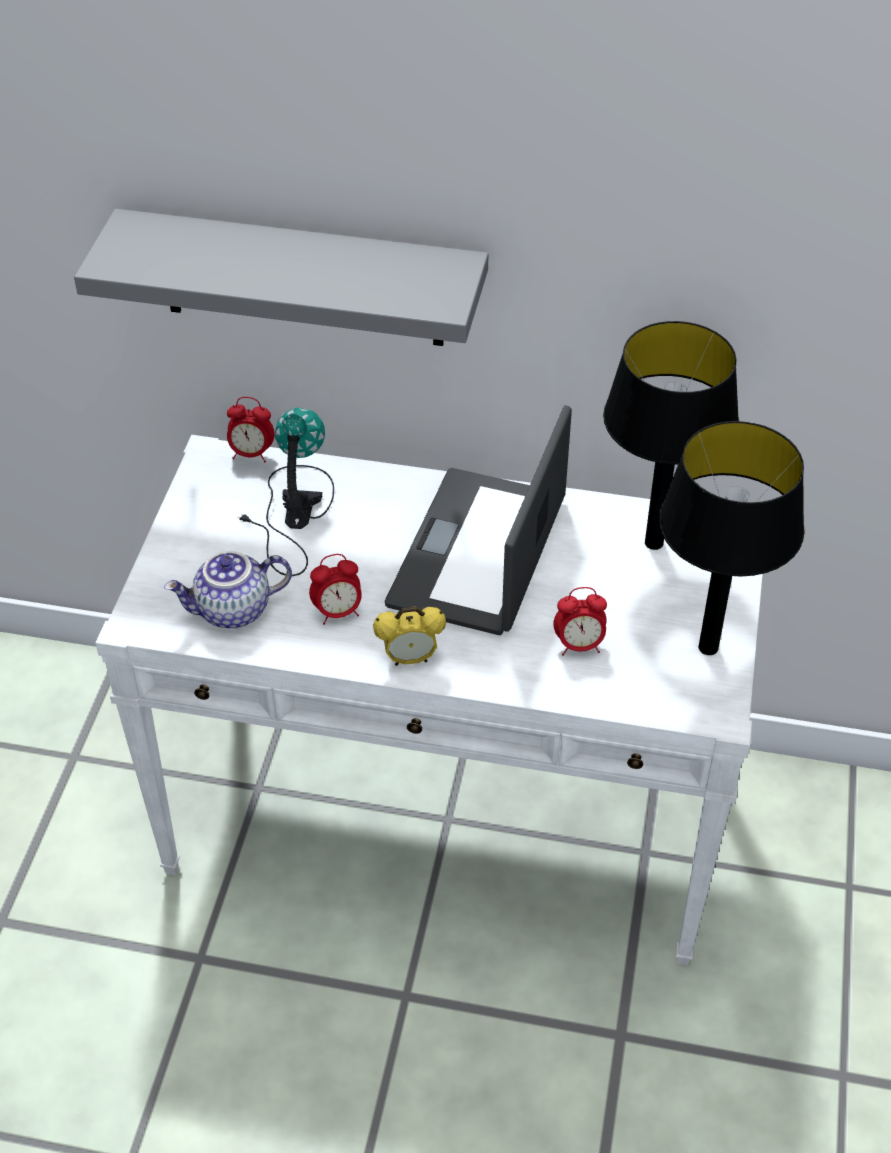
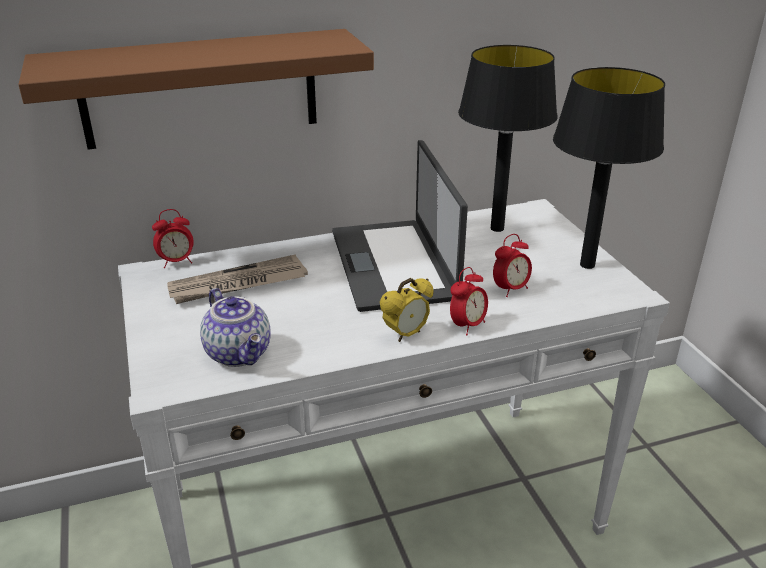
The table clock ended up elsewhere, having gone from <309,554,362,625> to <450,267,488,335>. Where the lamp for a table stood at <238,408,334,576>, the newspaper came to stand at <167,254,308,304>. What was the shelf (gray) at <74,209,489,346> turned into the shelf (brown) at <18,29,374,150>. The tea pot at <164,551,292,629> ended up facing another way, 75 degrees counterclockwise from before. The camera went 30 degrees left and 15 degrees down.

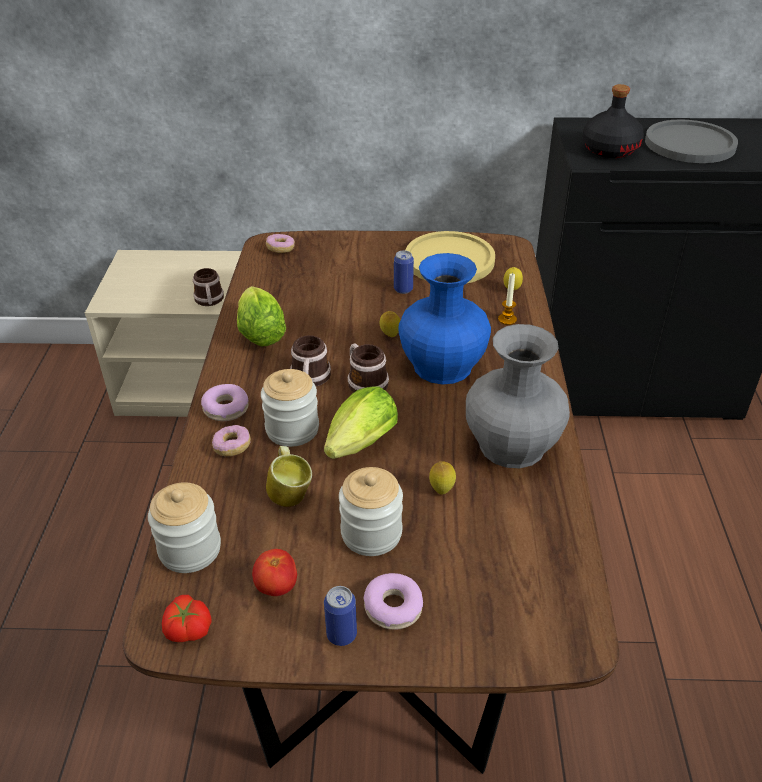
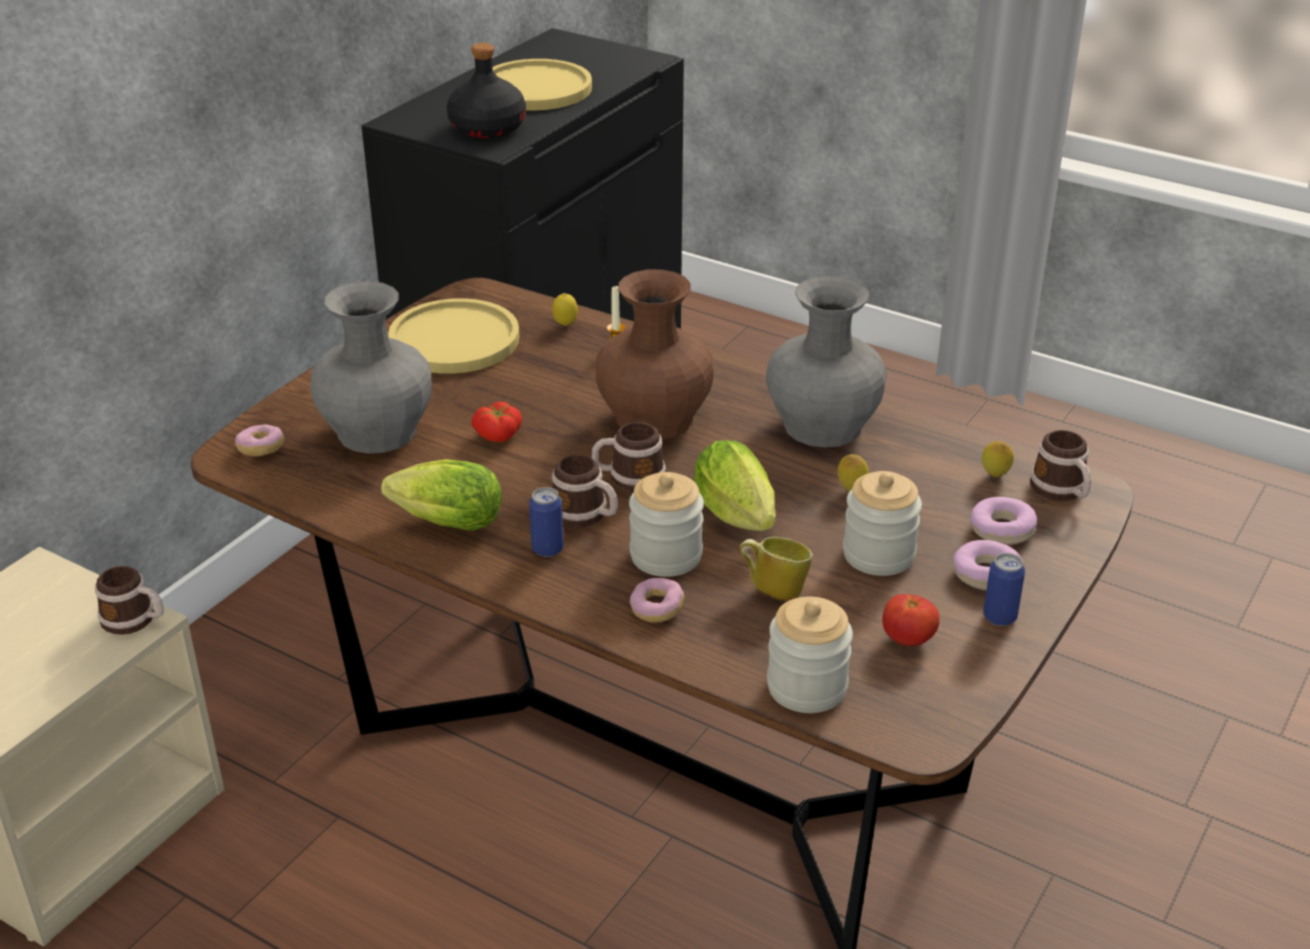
The second view gained the decorative vase (gray) at <310,281,431,454>. The second view gained the tea mug at <1030,430,1091,501>. The tomato ended up elsewhere, having gone from <162,595,212,642> to <471,401,522,442>. The doughnut ended up elsewhere, having gone from <201,384,248,421> to <970,497,1037,545>. The lemon ended up elsewhere, having gone from <380,311,400,337> to <982,441,1014,477>. The metal can ended up elsewhere, having gone from <394,250,414,294> to <529,487,564,557>. What was the decorative vase (blue) at <398,253,491,385> turned into the decorative vase (brown) at <595,269,713,440>. What was the flat dish (gray) at <645,119,738,163> turned into the flat dish (yellowish) at <493,59,592,110>. The camera went 60 degrees left and 5 degrees down.

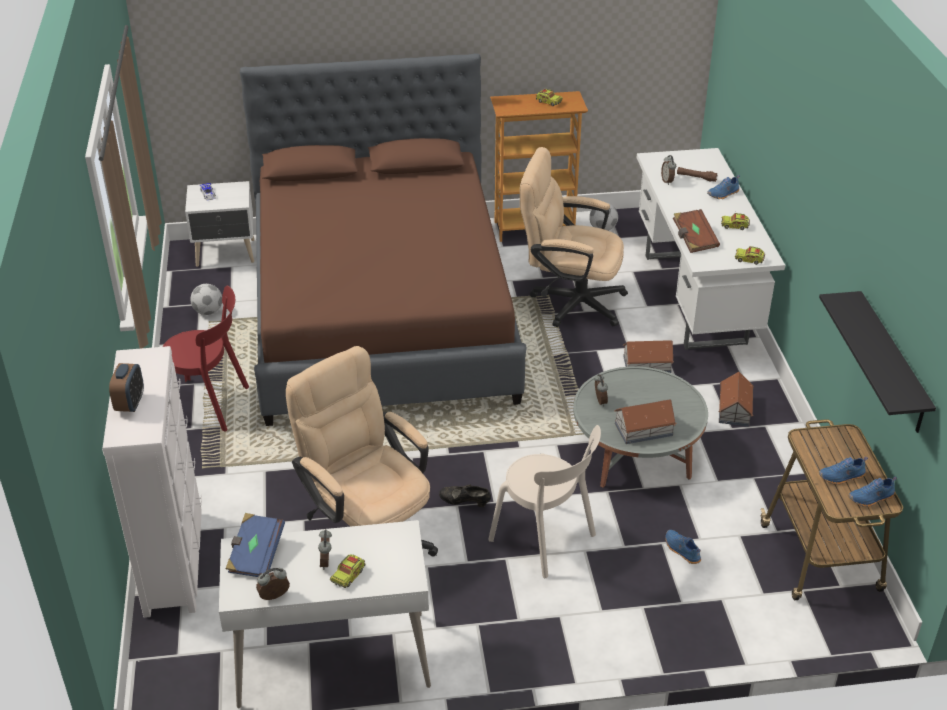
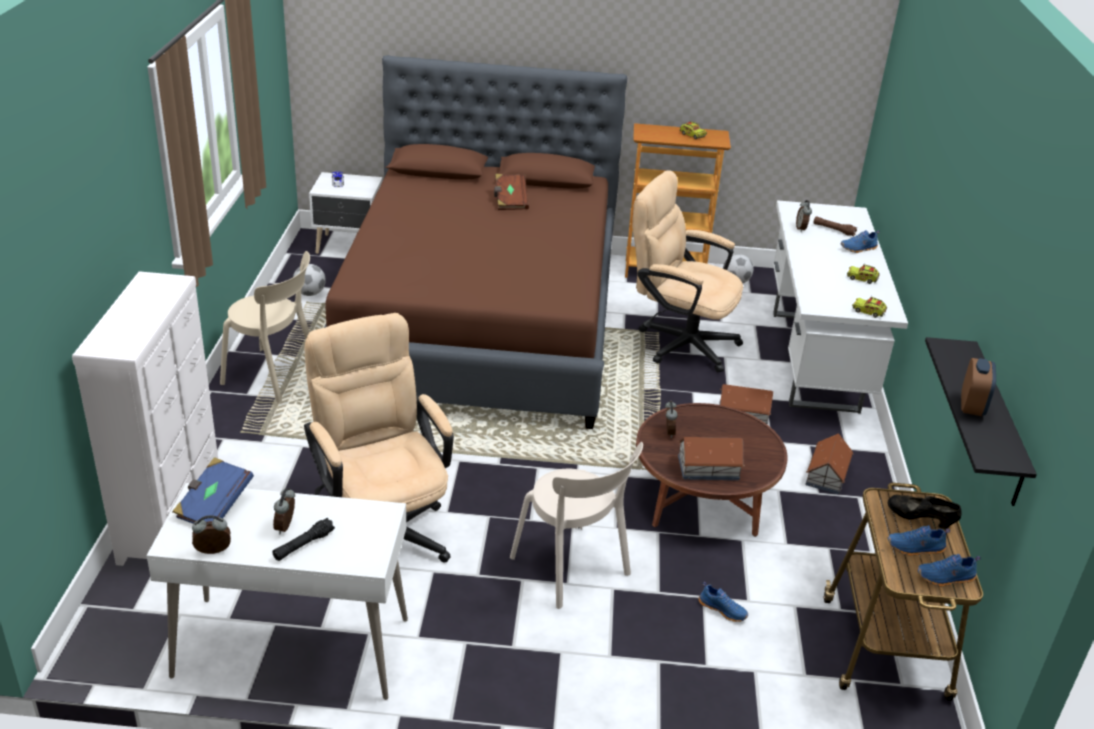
The table clock ended up elsewhere, having gone from <109,363,144,412> to <961,358,996,416>. The shoe (black) ended up elsewhere, having gone from <439,484,491,507> to <888,495,962,529>. The bound book (brown) ended up elsewhere, having gone from <673,209,720,253> to <494,174,529,210>. Where the model truck stood at <330,554,365,588>, the hand torch (black) came to stand at <272,518,335,561>. What was the upright chair (reddish) at <163,286,249,432> turned into the upright chair (beige-coloured) at <220,251,310,403>. What was the lounge table (gray) at <573,366,708,488> turned into the lounge table (brown) at <636,403,788,537>. The shoe (blue) at <666,530,701,564> ended up facing another way, 150 degrees clockwise from before. The camera went 10 degrees right and 5 degrees down.

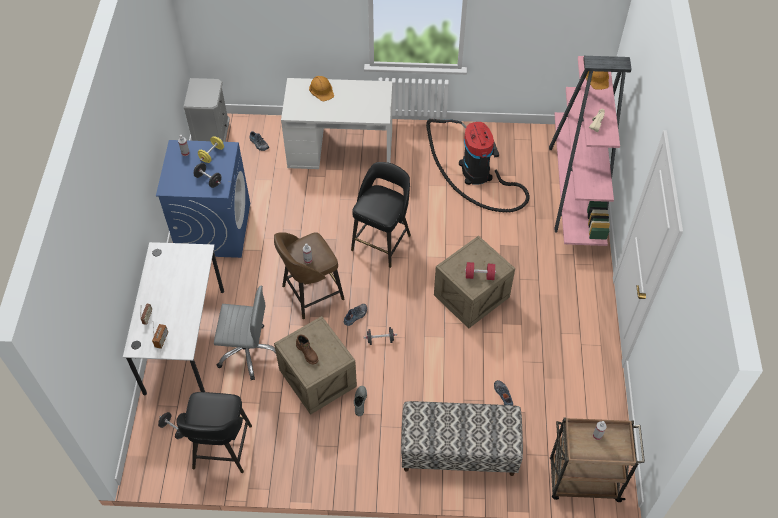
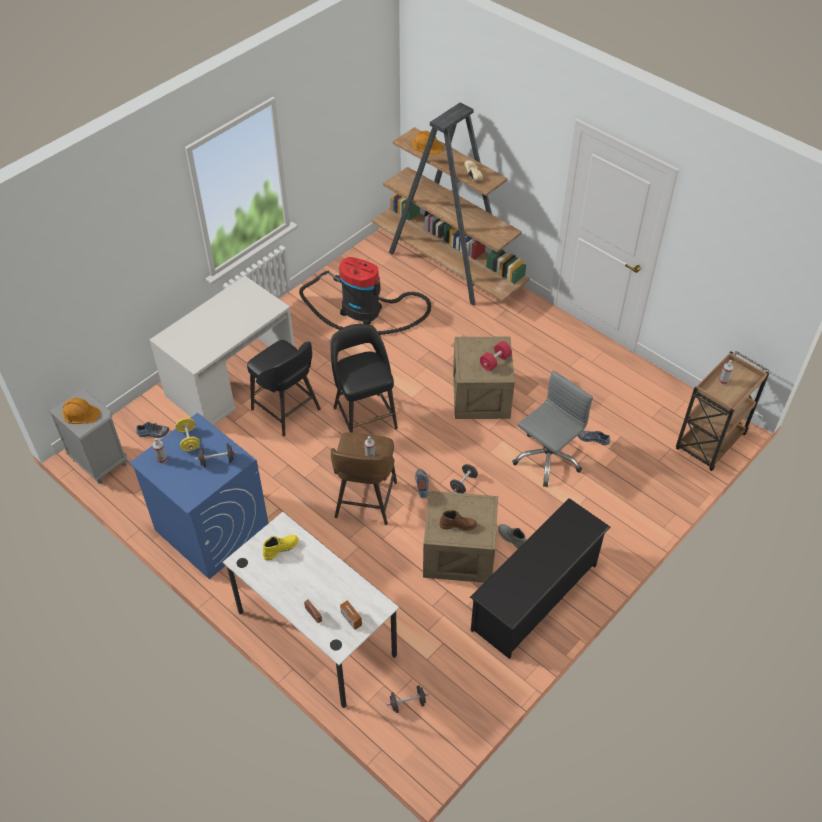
The second view lost the bench at <401,401,523,476>. The second view gained the boot (yellowish) at <263,535,299,561>. The second view gained the shoe shelf (black) at <470,498,610,659>. The stool seat (black) ended up elsewhere, having gone from <176,392,252,473> to <247,340,321,436>. The office chair (gray) ended up elsewhere, having gone from <214,285,276,380> to <512,370,593,487>. The work helmet (orangey) ended up elsewhere, having gone from <309,76,334,101> to <62,398,101,424>. What was the bookshelf (pink-coloured) at <549,56,632,246> turned into the bookshelf (brown) at <372,102,530,306>. The camera went 50 degrees left and 5 degrees down.

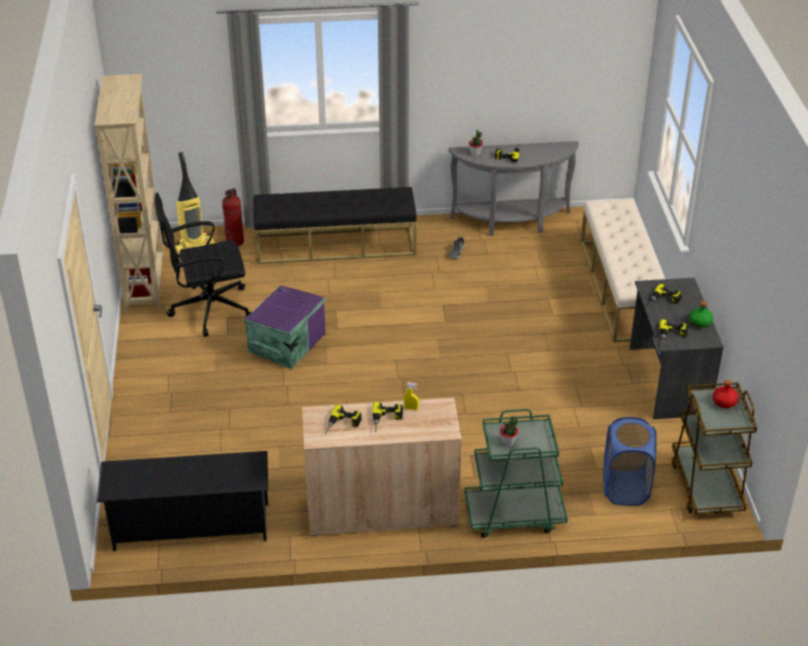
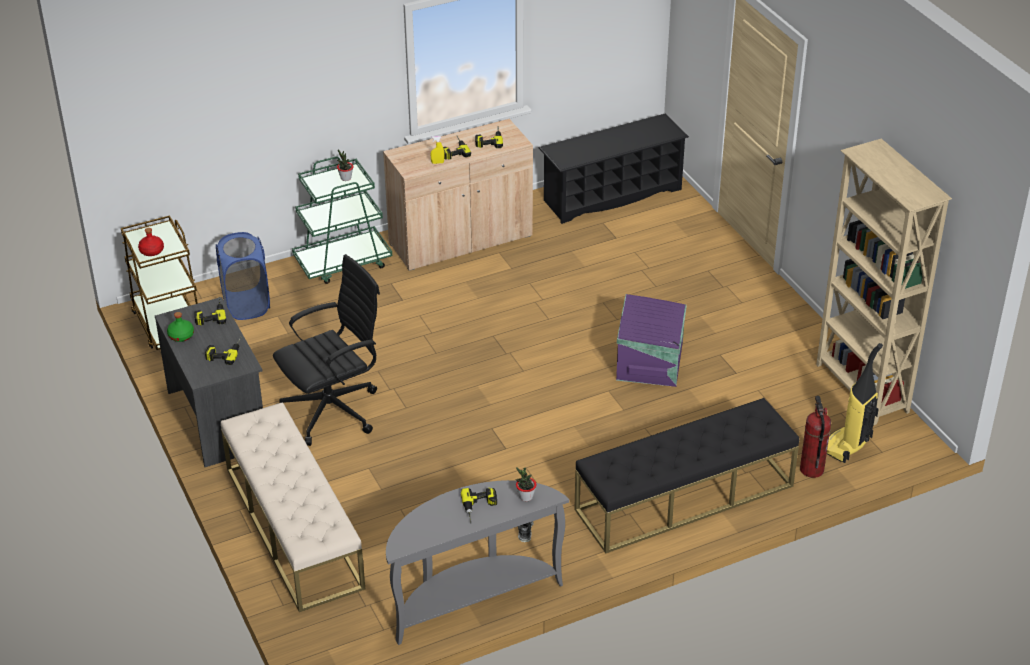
The office chair (black) ended up elsewhere, having gone from <155,193,251,337> to <273,254,380,446>. The camera went 160 degrees right and 0 degrees up.

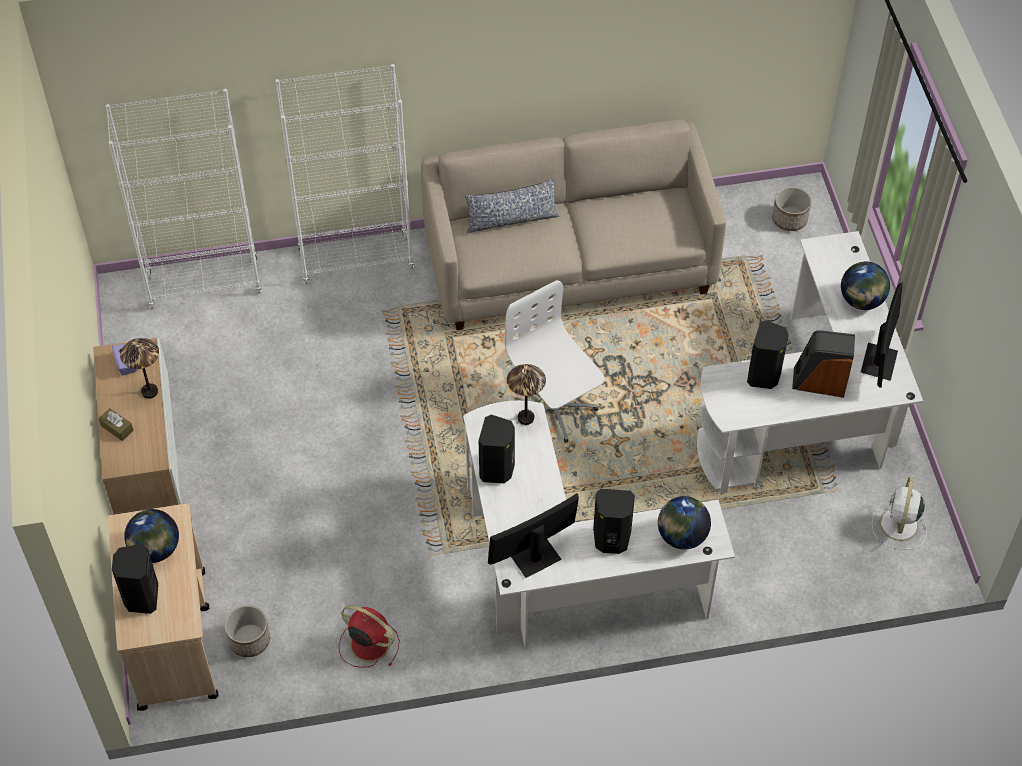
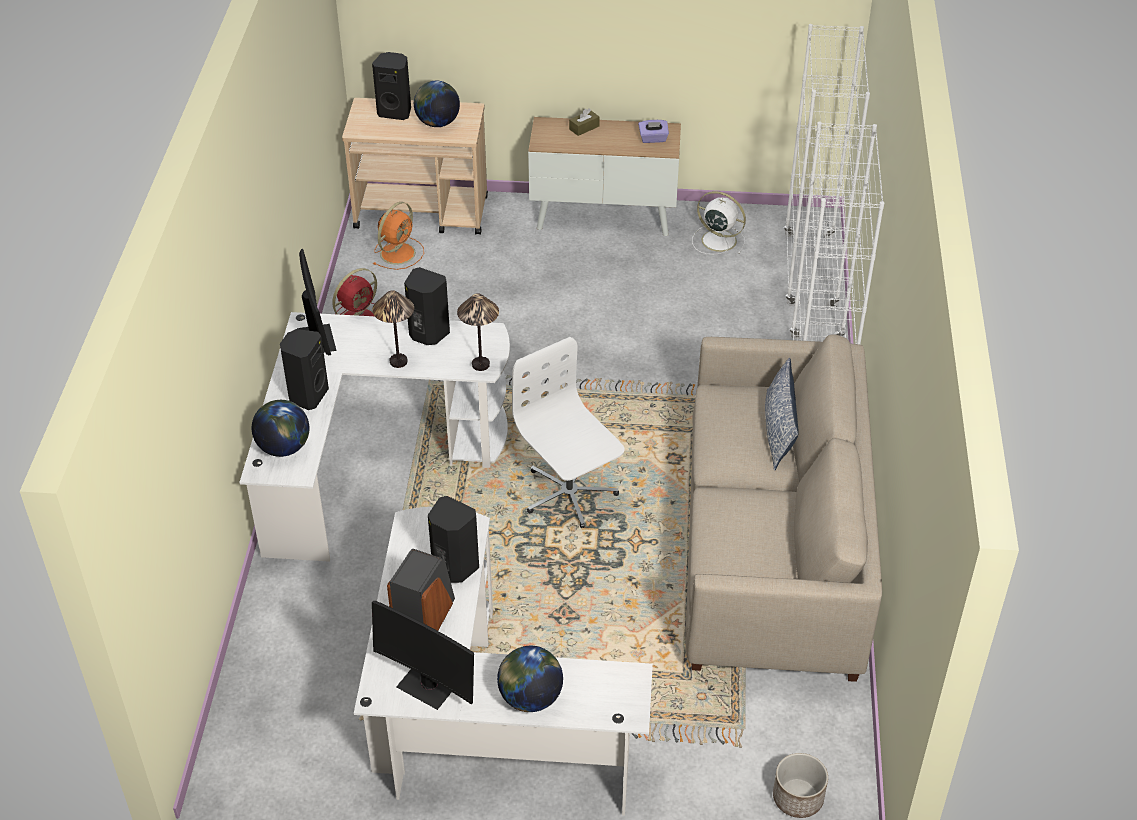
The lamp for a table ended up elsewhere, having gone from <120,338,159,399> to <372,290,414,368>. The electric fan (whitish) ended up elsewhere, having gone from <872,477,927,550> to <692,191,746,255>. Where the plant pot stood at <224,605,270,657>, the electric fan (orangey) came to stand at <373,202,424,270>. The office chair (whitish) at <505,280,605,443> ended up facing another way, 105 degrees counterclockwise from before. The camera went 105 degrees right and 10 degrees down.

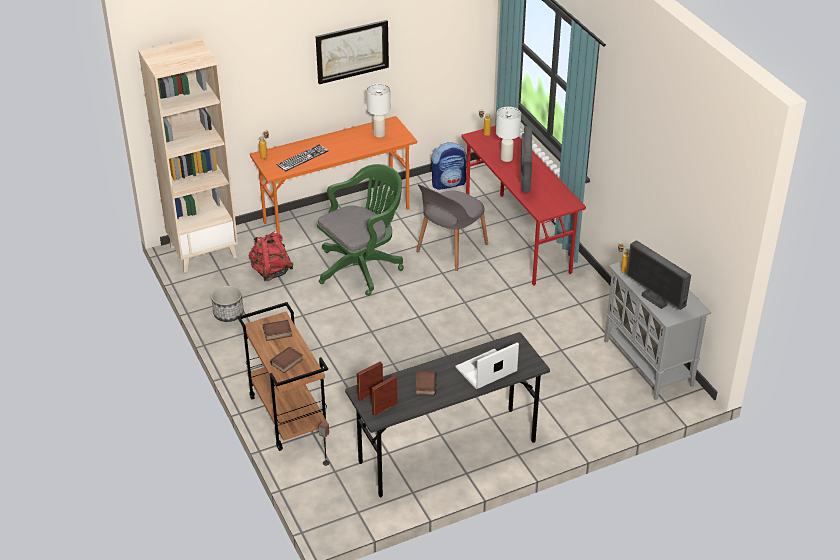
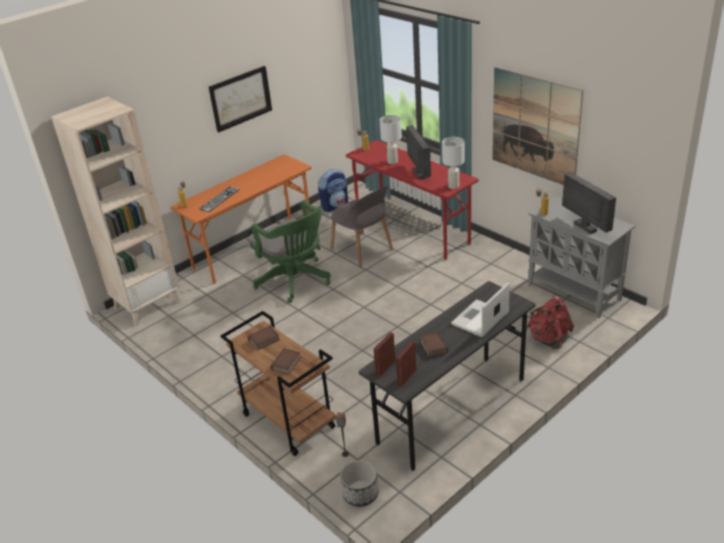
The second view gained the wall art at <492,67,583,185>. The plant pot ended up elsewhere, having gone from <211,285,244,322> to <340,460,378,507>. The knapsack (reddish) ended up elsewhere, having gone from <249,231,294,281> to <526,296,574,350>. The lamp for a table (whitish) ended up elsewhere, having gone from <366,83,391,137> to <442,137,465,189>. The office chair (green) at <317,164,404,296> ended up facing another way, 105 degrees clockwise from before. The upright chair (gray) at <416,184,488,271> ended up facing another way, 60 degrees counterclockwise from before. The monitor at <627,240,691,310> ended up facing another way, 150 degrees counterclockwise from before. The camera went 15 degrees left and 5 degrees down.

